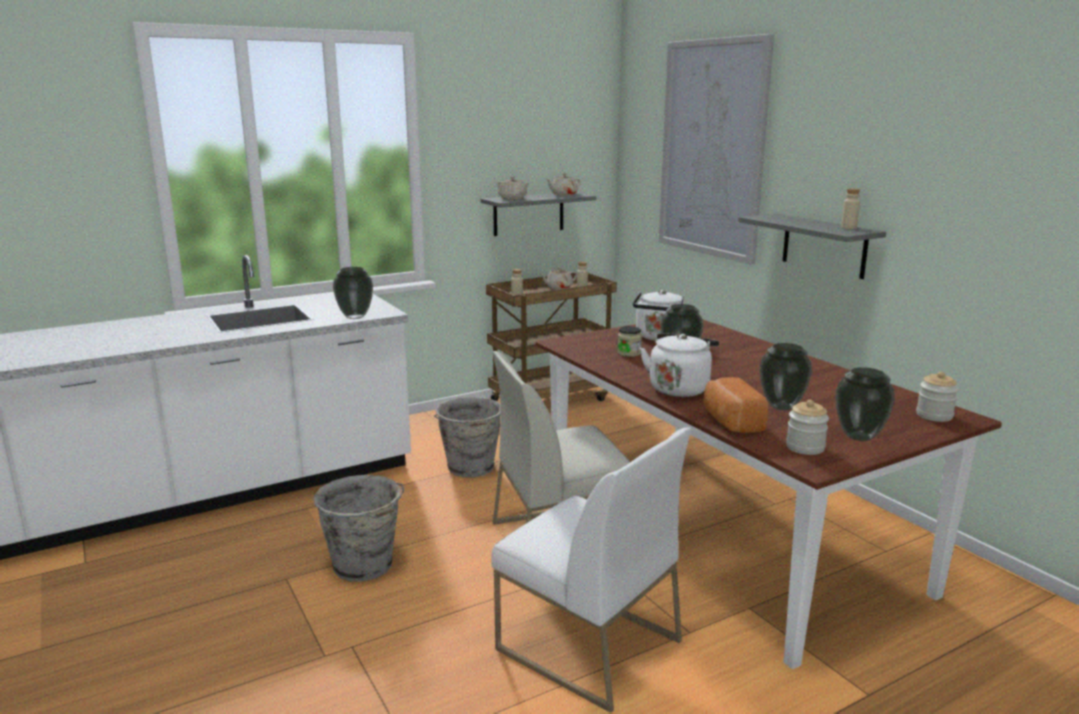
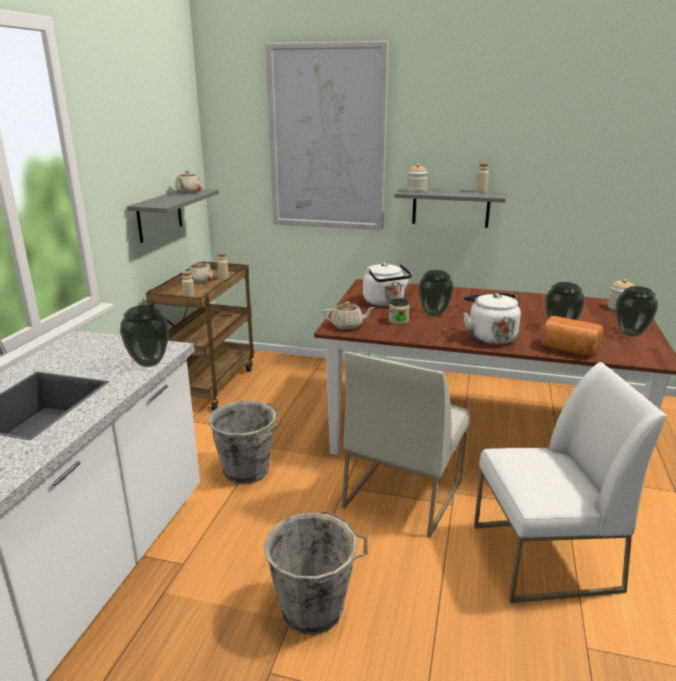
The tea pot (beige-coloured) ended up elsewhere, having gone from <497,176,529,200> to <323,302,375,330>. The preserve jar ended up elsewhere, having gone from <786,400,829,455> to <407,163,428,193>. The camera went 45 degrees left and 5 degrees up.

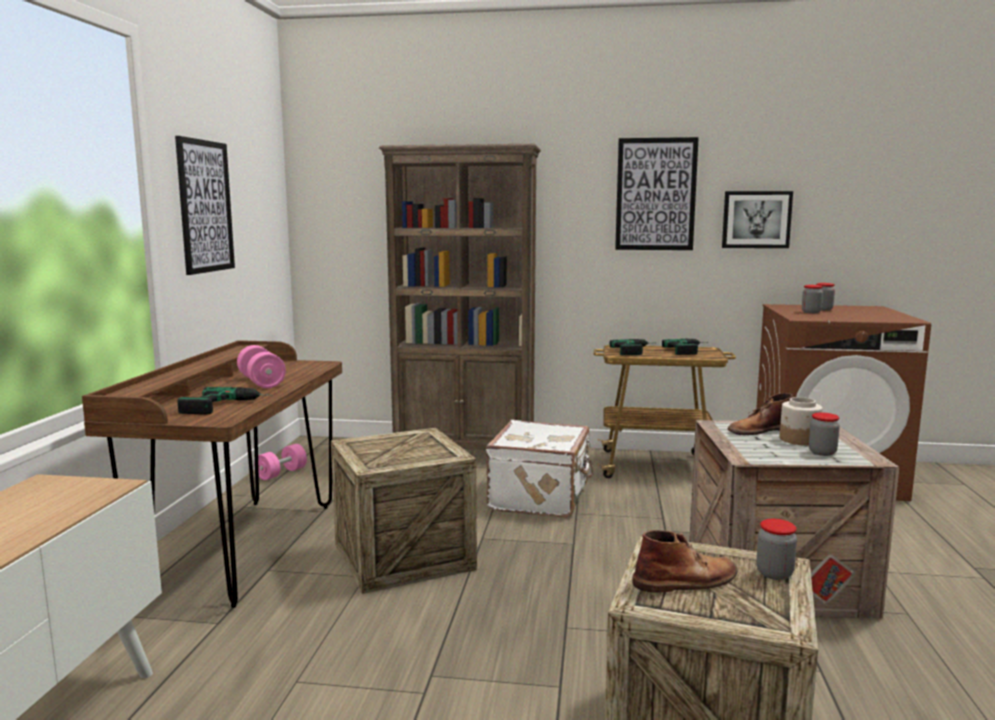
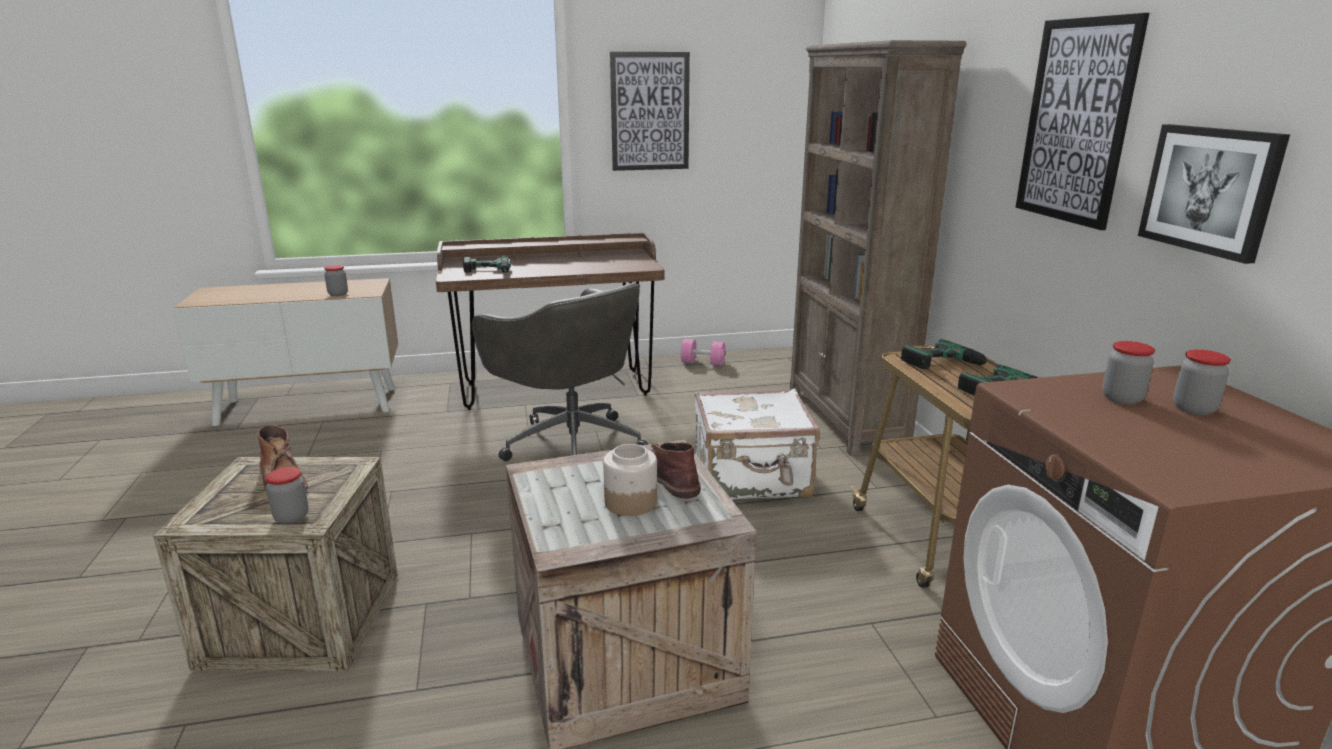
The second view lost the hand weight (pink-coloured) at <237,345,286,388>. The preserve jar ended up elsewhere, having gone from <809,413,840,456> to <324,265,348,296>. Where the shipping crate stood at <331,428,477,594>, the office chair (gray) came to stand at <472,283,648,461>. The camera went 70 degrees right and 10 degrees up.

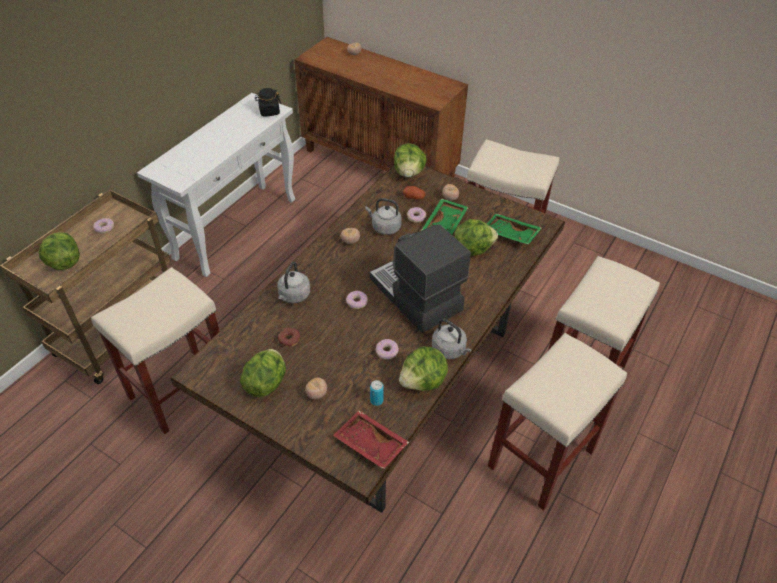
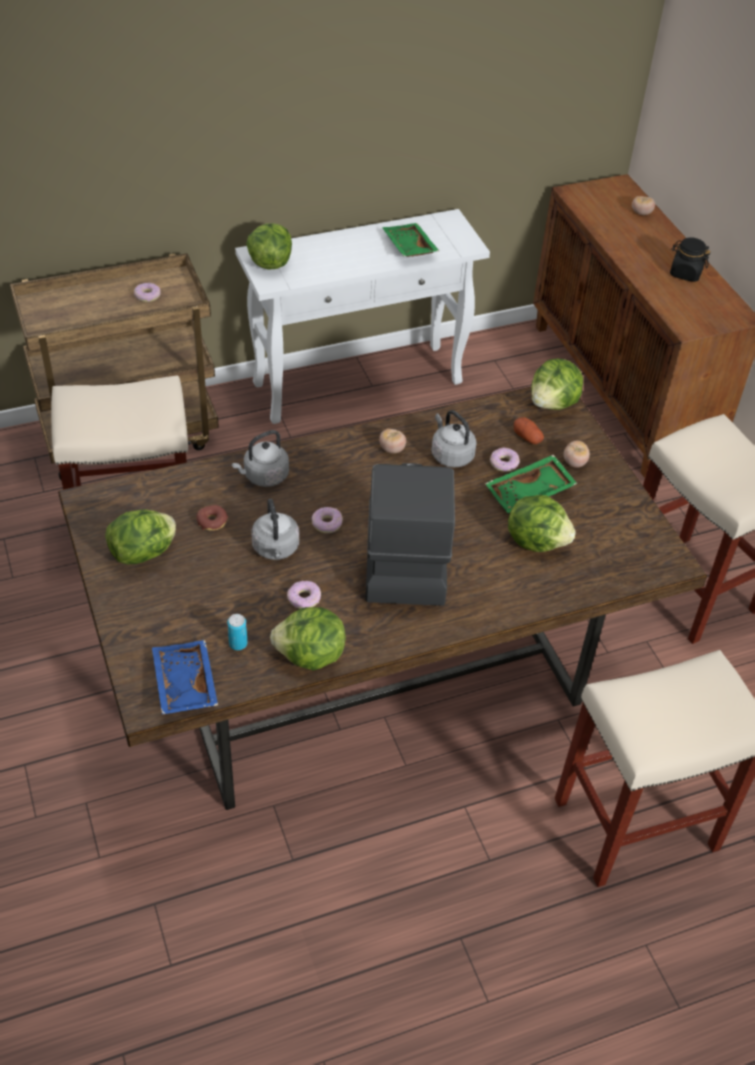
The second view lost the tomato at <305,378,327,399>. The second view lost the stool seat (beige-coloured) at <488,333,627,510>. The lettuce ended up elsewhere, having gone from <39,232,80,270> to <246,223,292,269>. The preserve jar (black) ended up elsewhere, having gone from <255,88,281,116> to <670,237,710,282>. The kettle (gray) ended up elsewhere, having gone from <432,319,472,359> to <252,499,299,560>. The carrying tray (green) ended up elsewhere, having gone from <487,214,542,245> to <382,223,439,257>. What was the carrying tray (reddish) at <333,411,409,469> turned into the carrying tray (blue) at <152,640,218,715>. The camera went 35 degrees right and 0 degrees up.

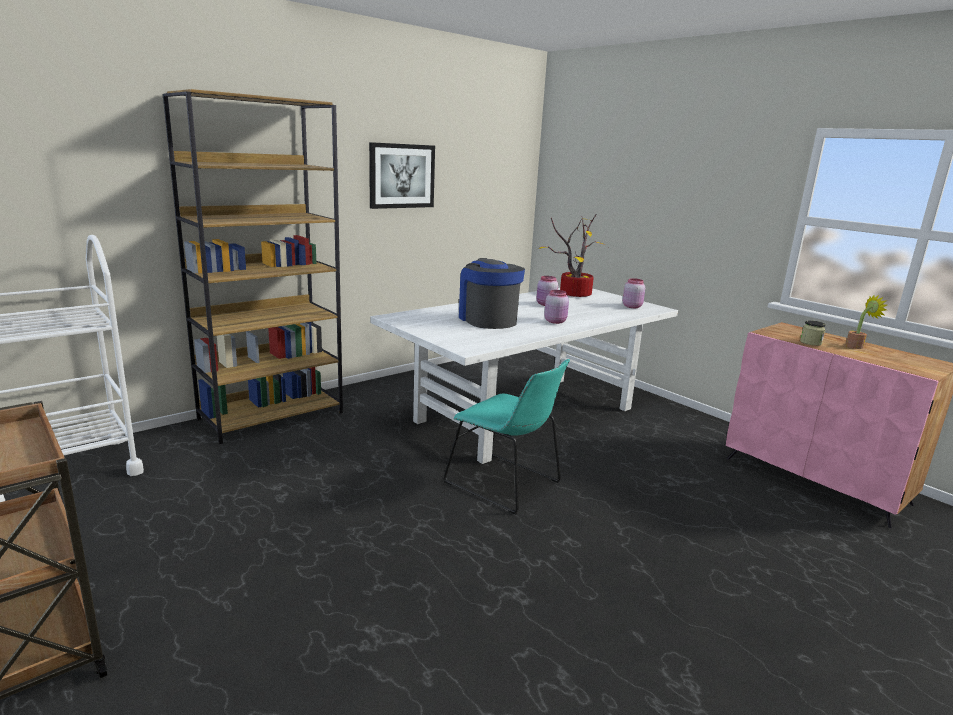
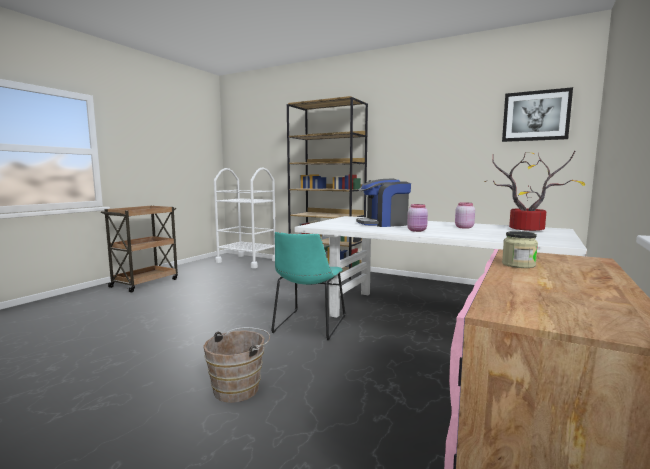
The second view lost the preserve jar (pink-coloured) at <623,278,645,308>. The second view lost the houseplant at <846,294,887,349>. The second view gained the water bucket (brown) at <203,327,270,403>. The wall art ended up elsewhere, having gone from <369,142,435,209> to <502,87,573,142>. The coffee maker at <459,258,525,329> ended up facing another way, 150 degrees counterclockwise from before. The camera went 70 degrees right and 10 degrees down.

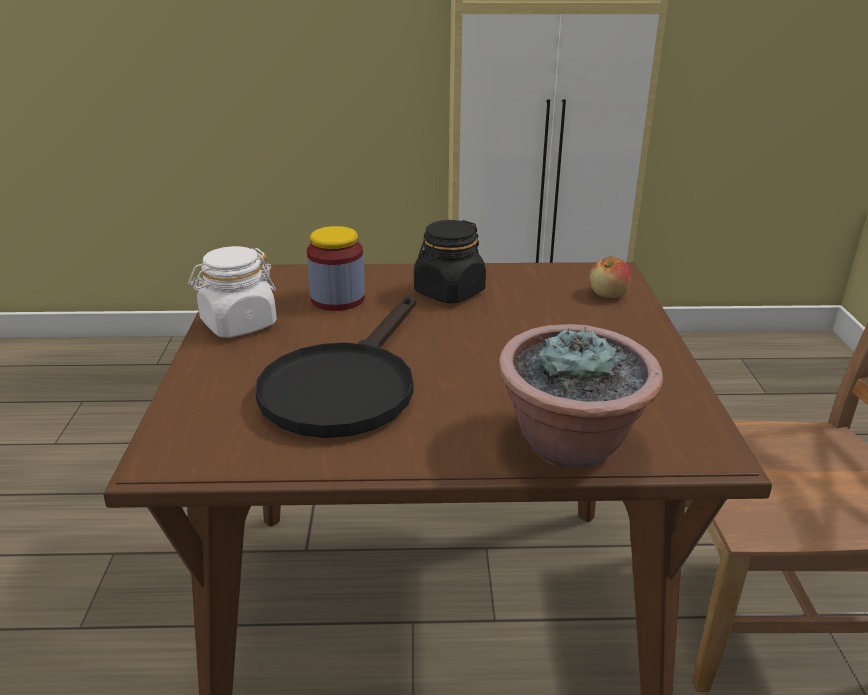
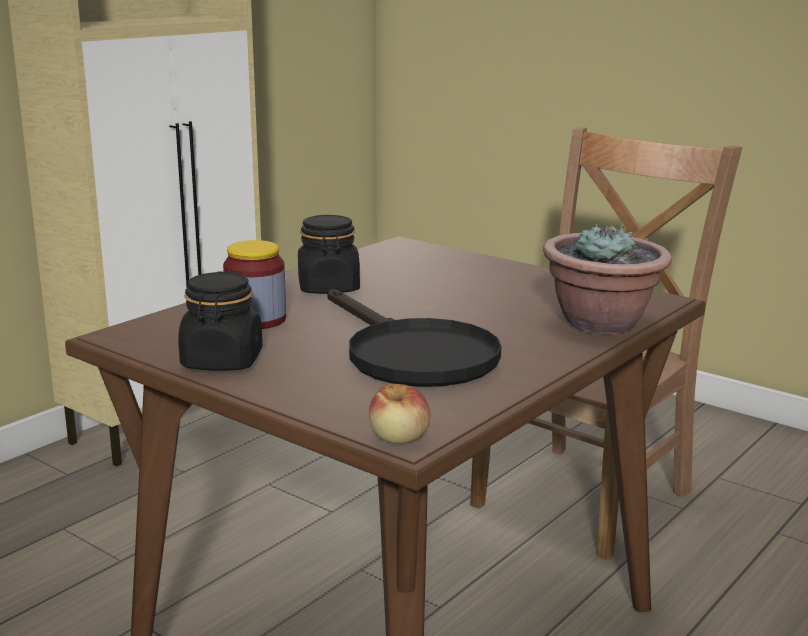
The apple fruit ended up elsewhere, having gone from <590,257,631,298> to <369,384,430,444>. What was the preserve jar (whitish) at <188,246,277,338> turned into the preserve jar (black) at <178,271,263,371>. The camera went 50 degrees left and 10 degrees down.

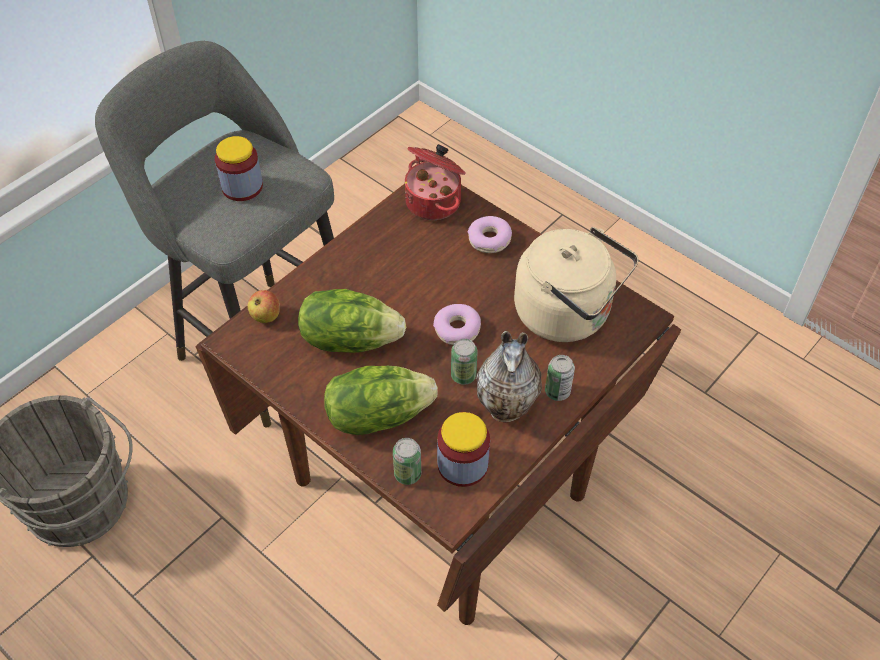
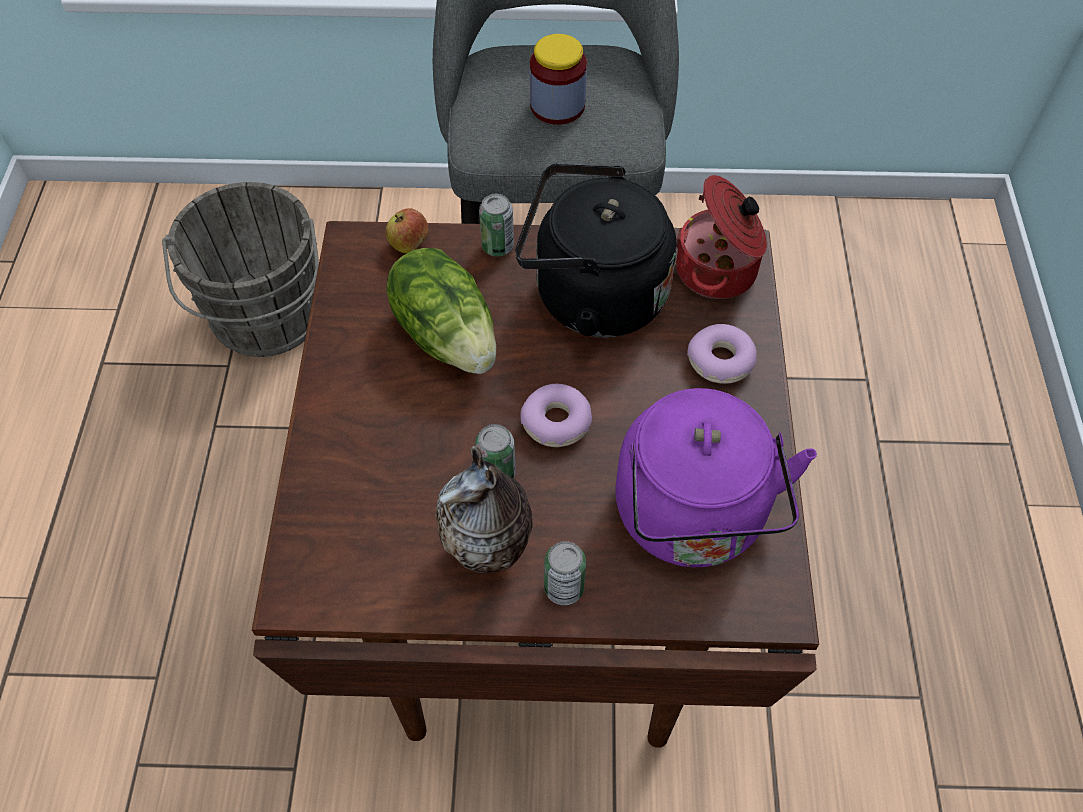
The second view lost the lettuce at <324,366,438,435>. The second view lost the preserve jar at <437,412,490,487>. The second view gained the kettle (black) at <515,163,677,338>. The metal can ended up elsewhere, having gone from <393,438,421,485> to <479,194,514,256>. What was the kettle (beige-coloured) at <514,227,638,342> turned into the kettle (purple-coloured) at <615,388,817,567>. The camera went 50 degrees right and 5 degrees up.

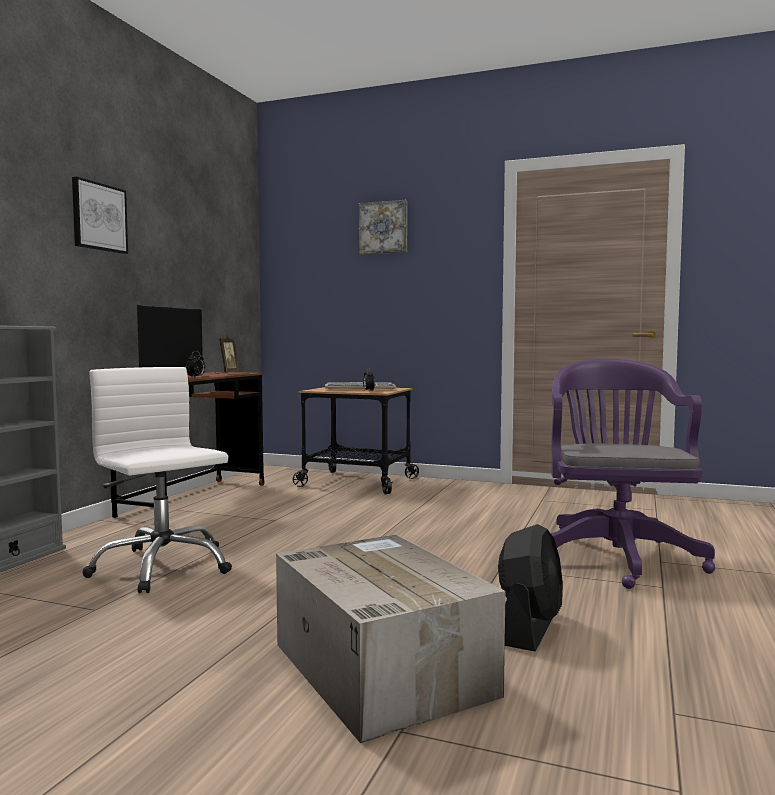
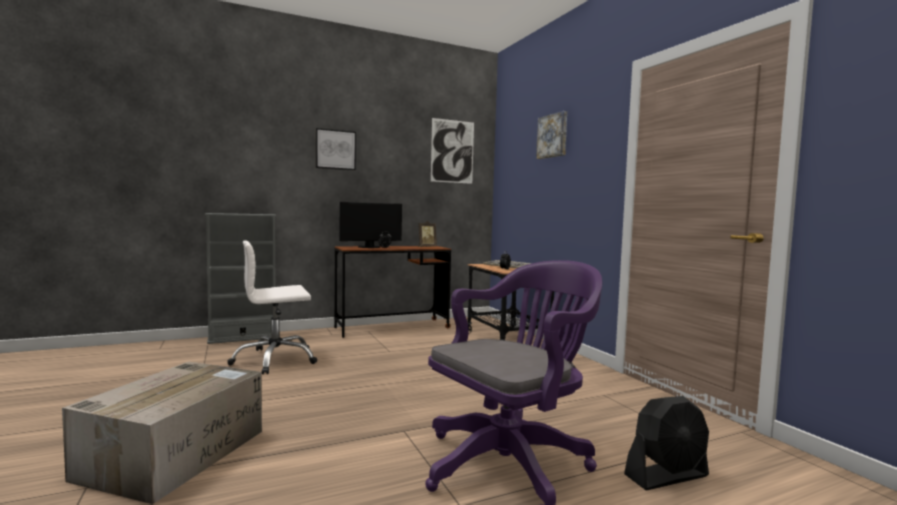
The second view gained the wall art at <431,118,474,184>. The electric fan (black) ended up elsewhere, having gone from <498,524,563,651> to <624,396,709,490>. The office chair (whitish) at <82,367,232,593> ended up facing another way, 120 degrees counterclockwise from before. The camera went 45 degrees right and 0 degrees up.

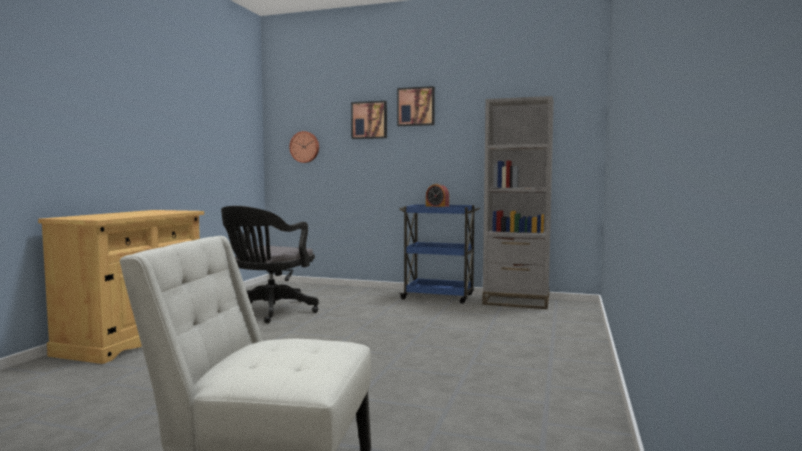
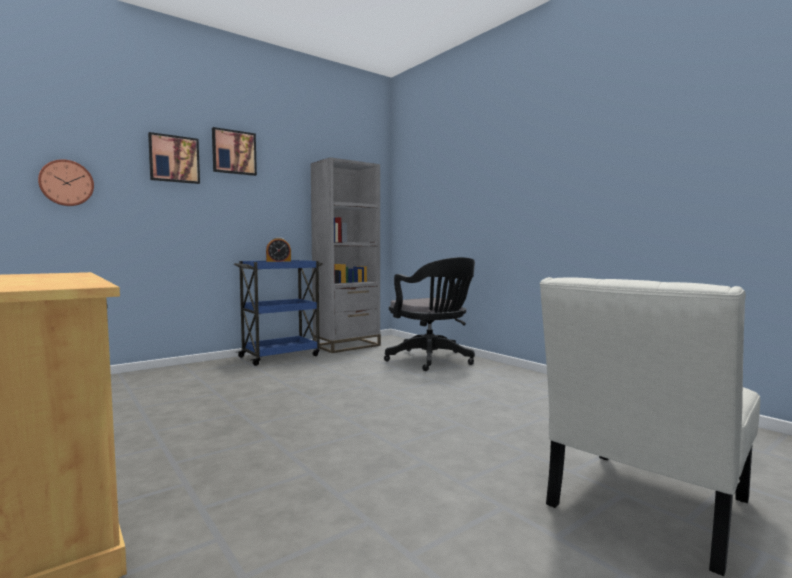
The office chair (black) ended up elsewhere, having gone from <221,206,319,323> to <384,257,475,371>. The camera went 55 degrees left and 0 degrees up.

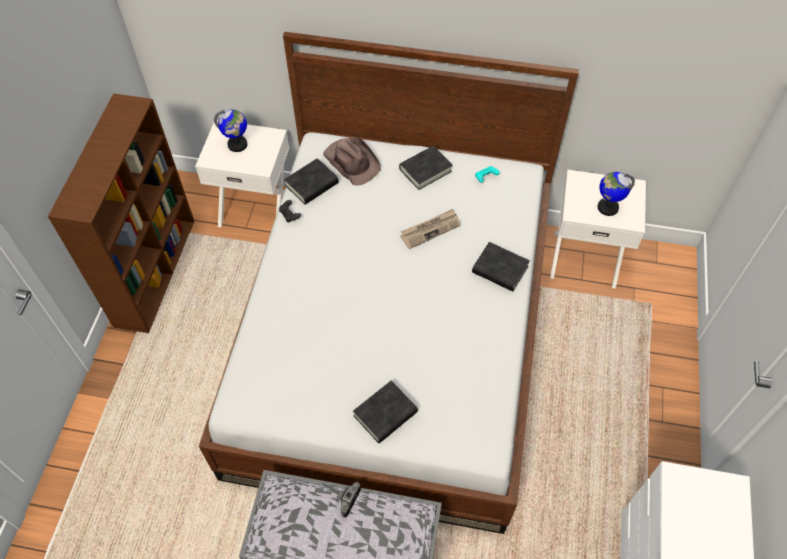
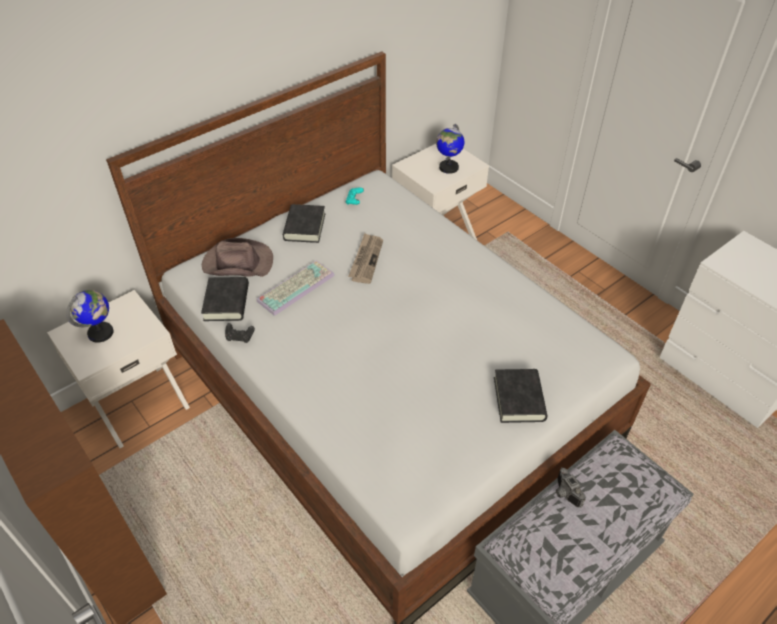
The second view lost the bound book (black) at <472,242,530,292>. The second view gained the computer keyboard at <256,260,335,316>. The camera went 50 degrees left and 10 degrees down.

